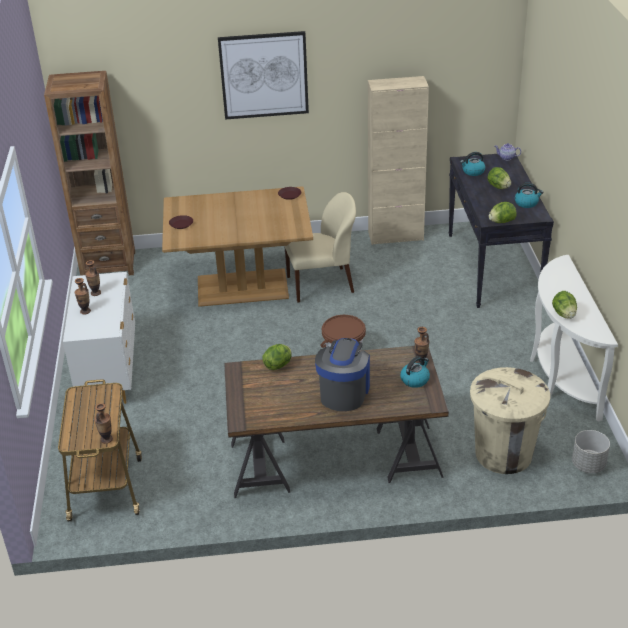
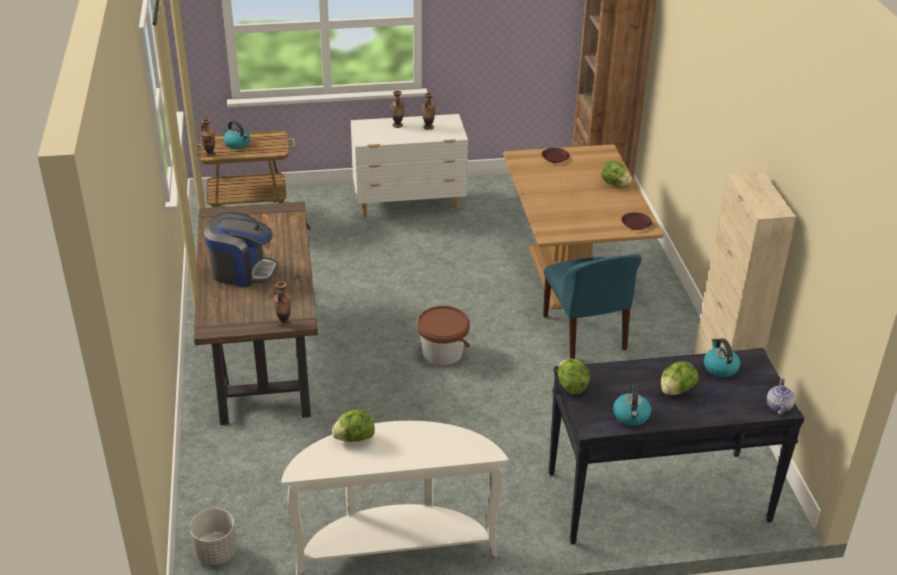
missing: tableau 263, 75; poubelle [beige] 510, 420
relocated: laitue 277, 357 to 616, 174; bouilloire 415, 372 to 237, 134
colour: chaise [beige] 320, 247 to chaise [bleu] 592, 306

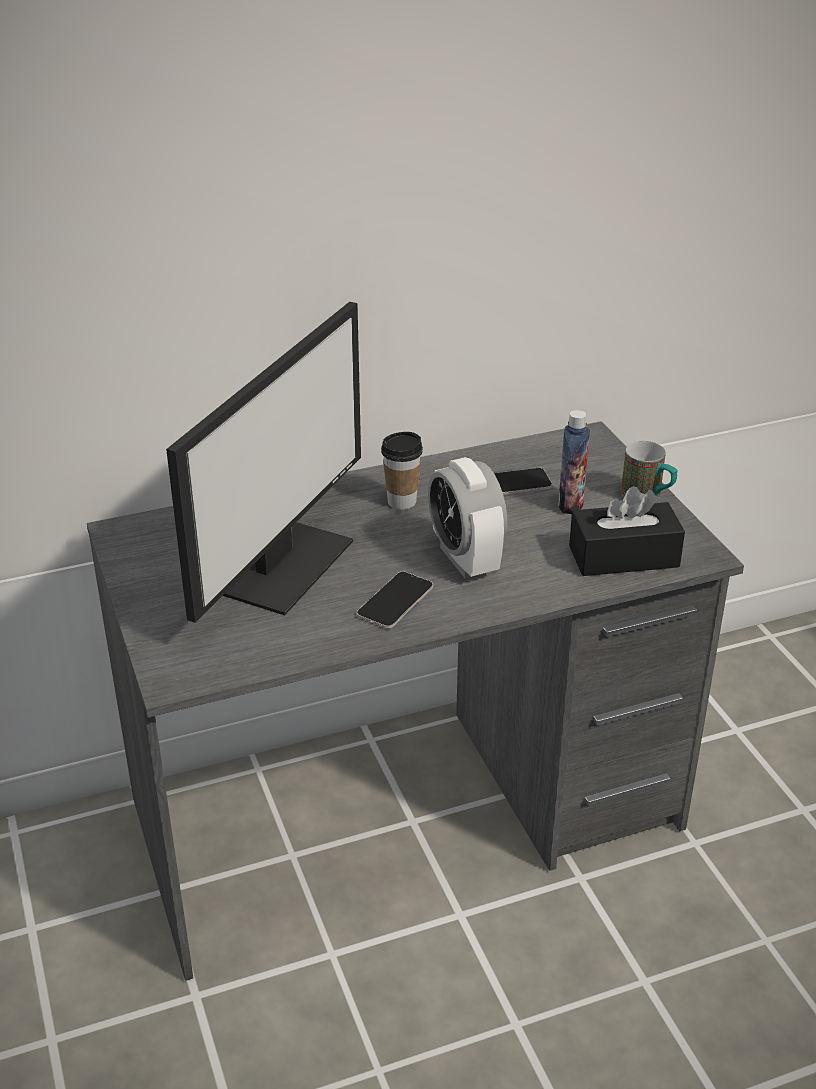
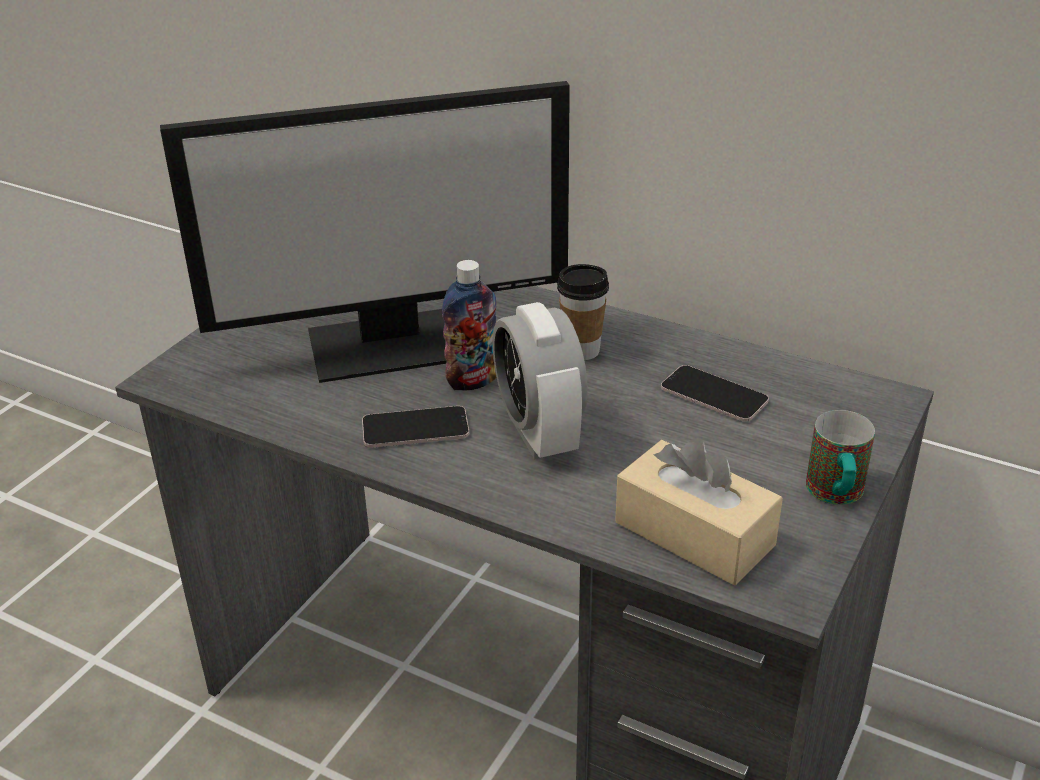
relocated: bouteille 574, 462 to 469, 325
colour: boîte à mouchoirs [noir] 627, 531 to boîte à mouchoirs [beige] 699, 511
spun: réveil 467, 518 = 540, 380 45 degrees counterclockwise

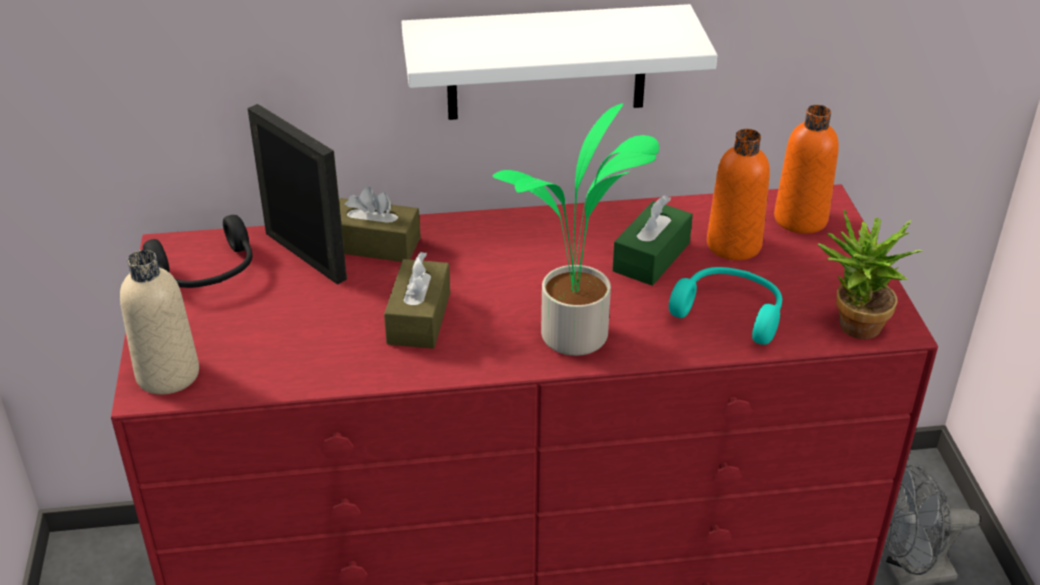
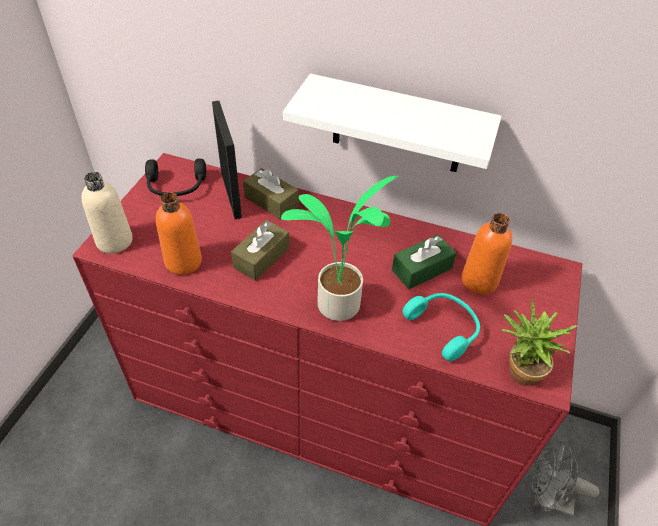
relocated: bouteille [orange] 806, 169 to 179, 234

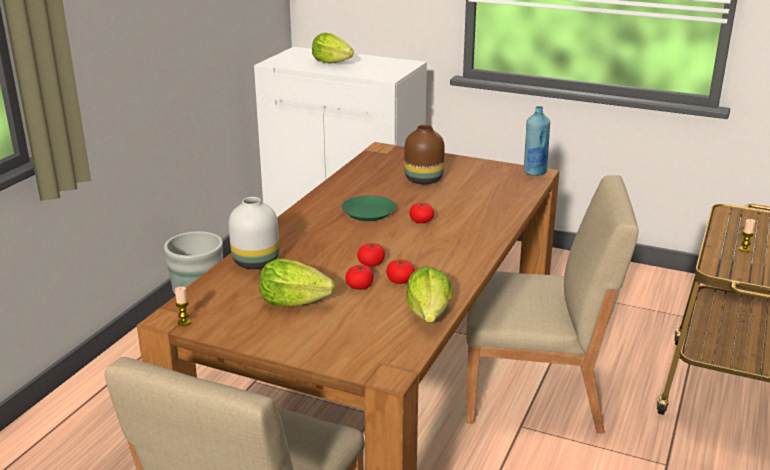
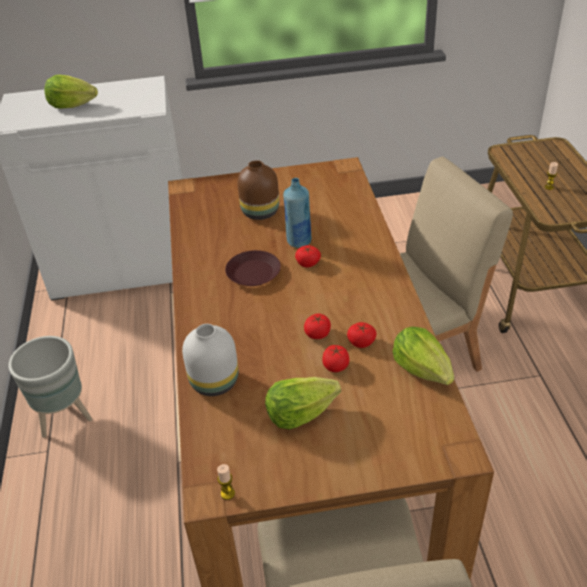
relocated: bouteille [bleu] 537, 141 to 297, 213
colour: assiette [vert] 368, 208 to assiette [marron] 253, 268

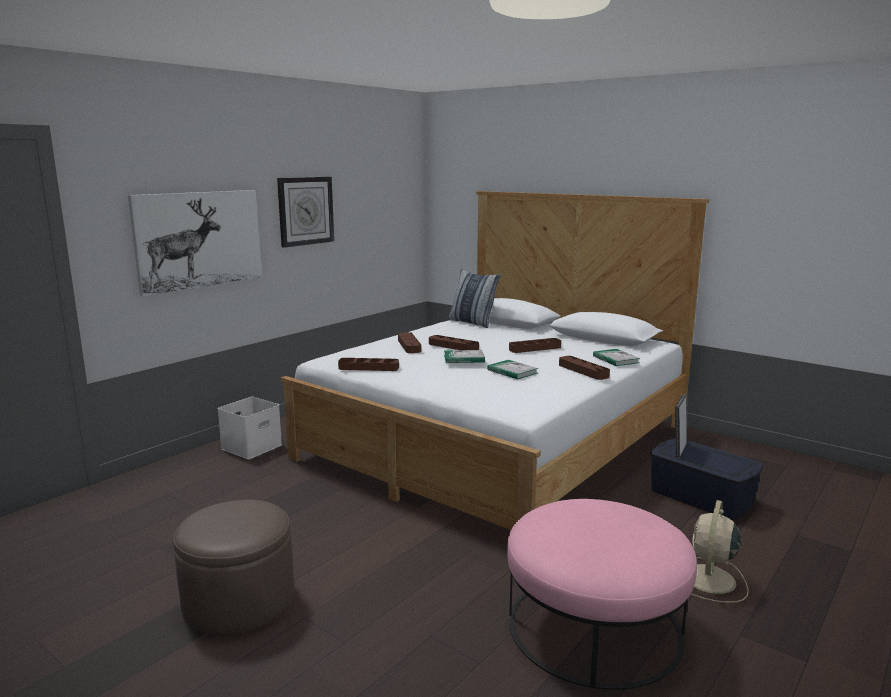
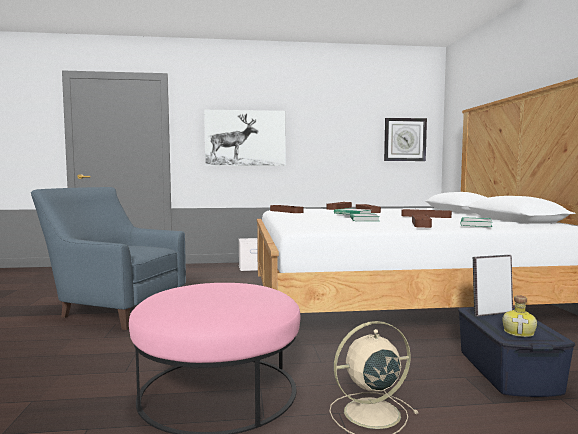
missing: coussin 474, 298
appeared: bouteille 519, 316
relocated: horloge murale 305, 212 to 405, 139
exchanged: pouf [marron] 233, 567 to fauteuil [bleu] 108, 258

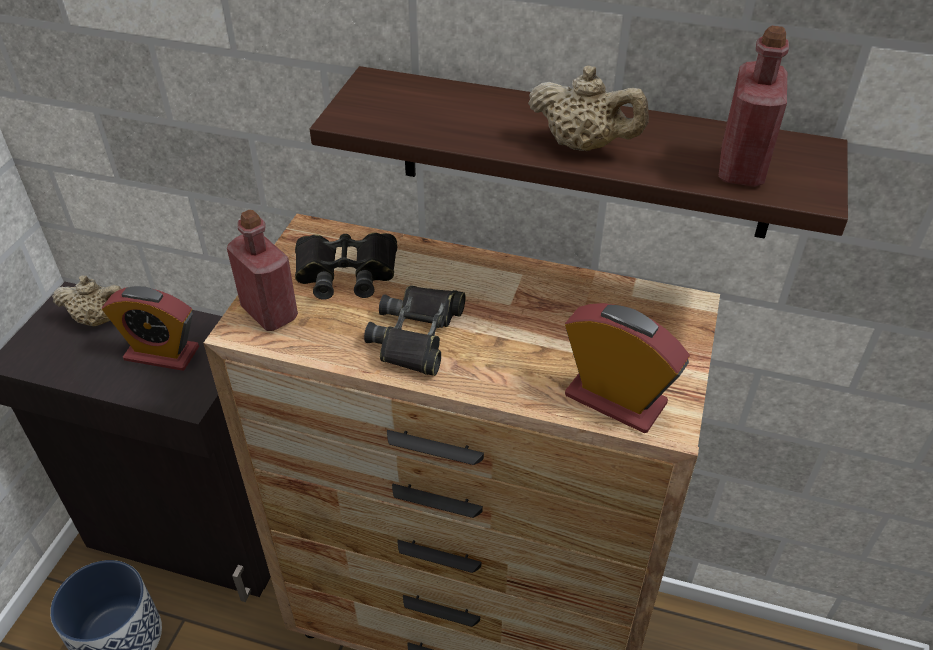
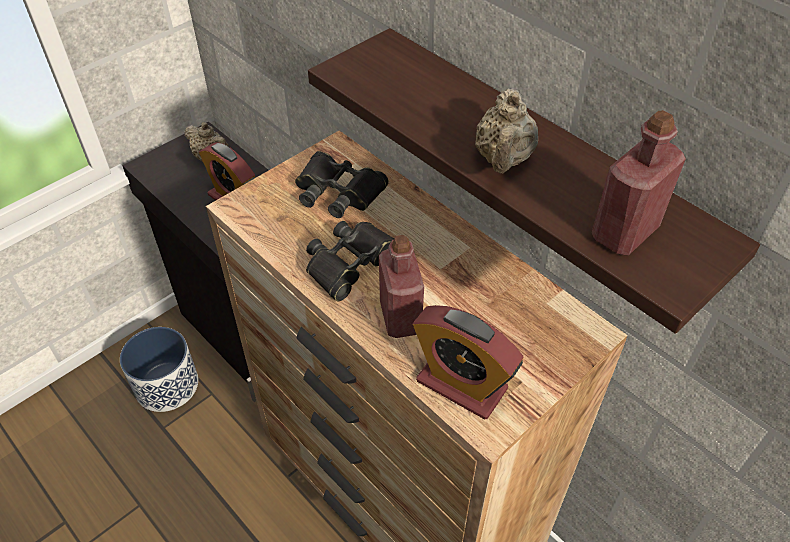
relocated: bouteille [rouge] 262, 270 to 401, 286
spun: théière [beige] 588, 108 = 506, 130 45 degrees clockwise; réveil 627, 368 = 468, 362 150 degrees clockwise

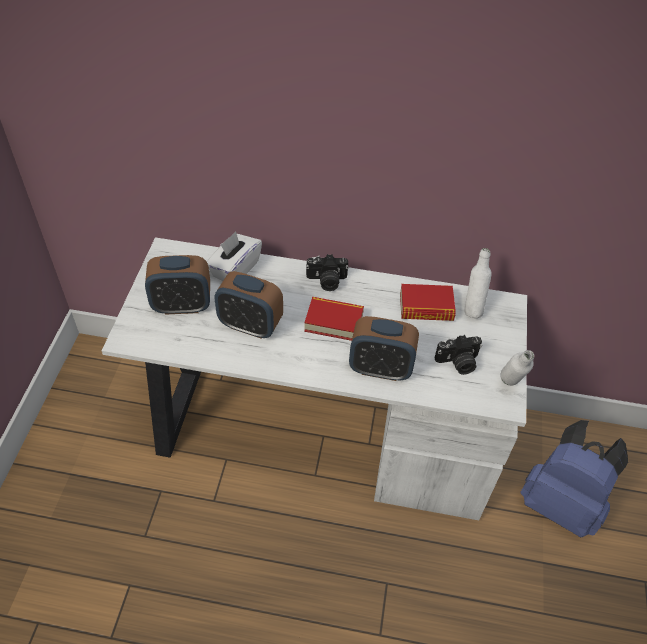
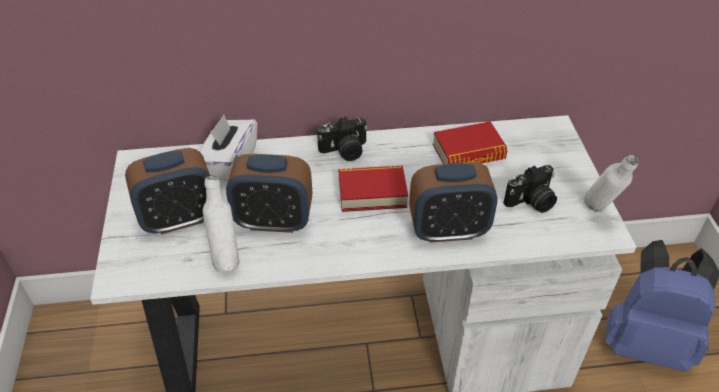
relocated: bouteille [blanc] 477, 283 to 221, 223

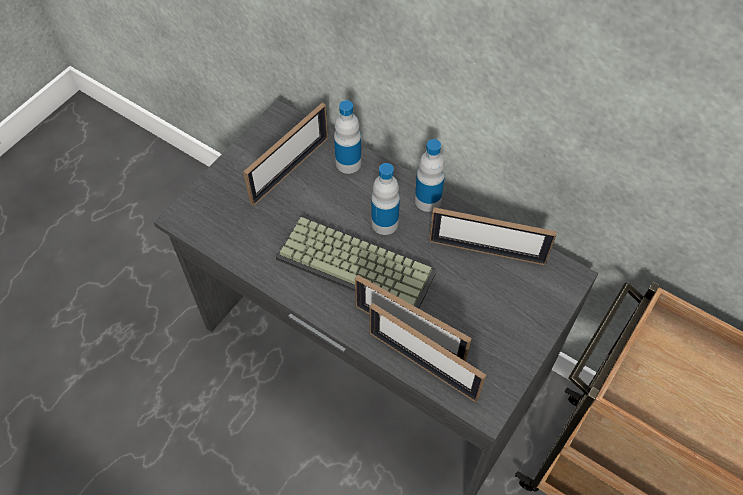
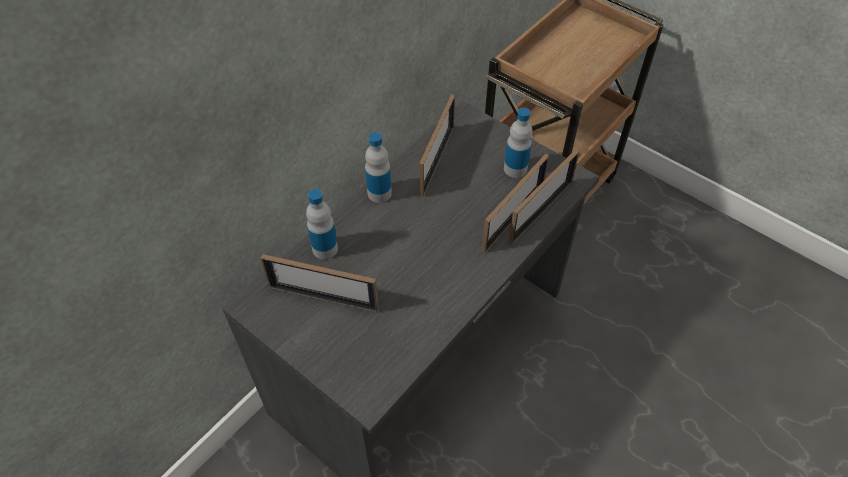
missing: clavier 356, 263
relocated: bouteille 385, 199 to 518, 142
spun: cadre photo 285, 154 = 319, 283 150 degrees clockwise

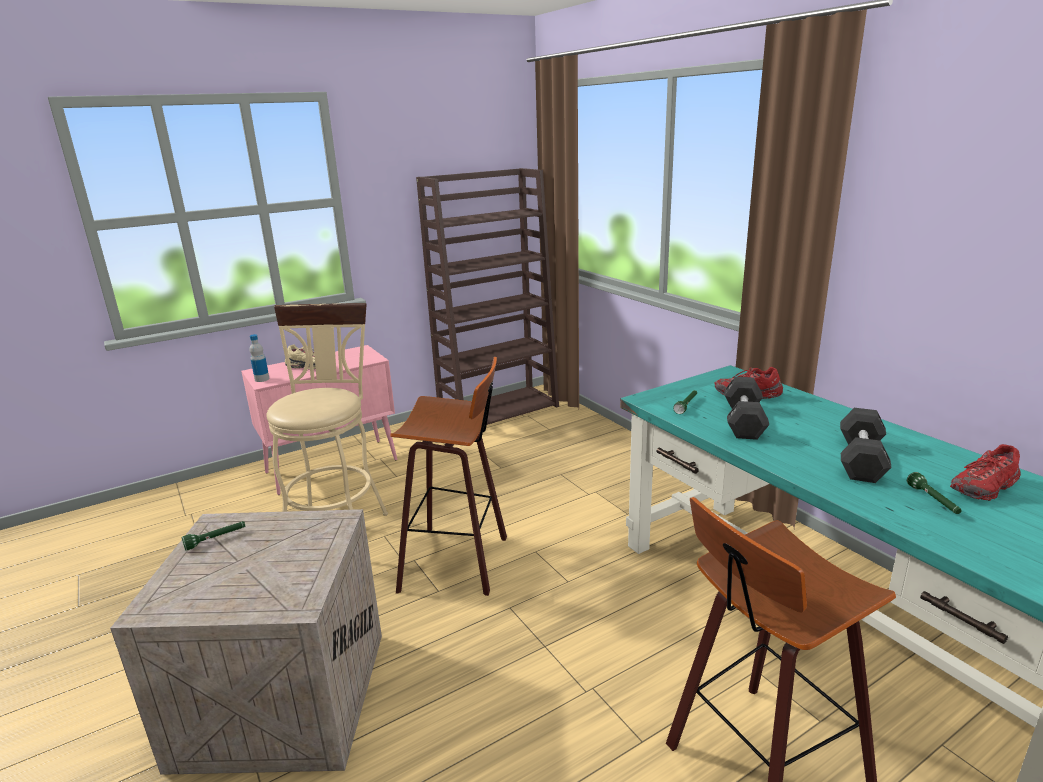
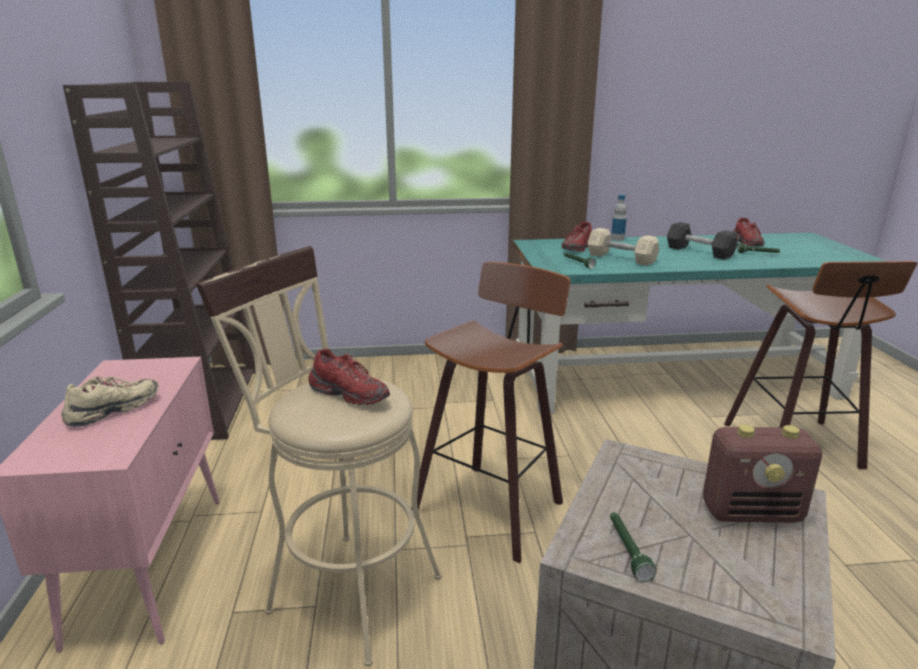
appeared: chaussure [rouge] 349, 377; radio 762, 474
relocated: bouteille 260, 358 to 619, 217
colour: haltère [noir] 746, 408 to haltère [beige] 623, 247

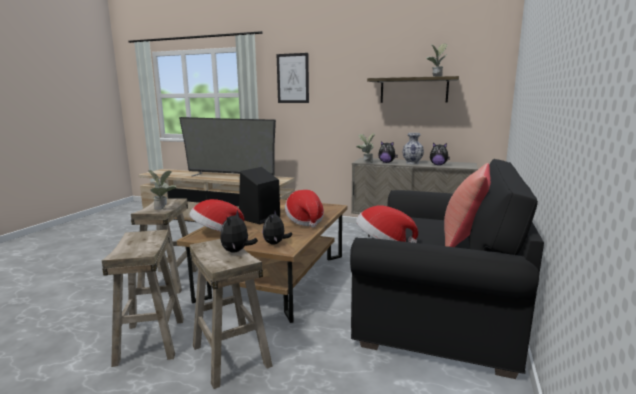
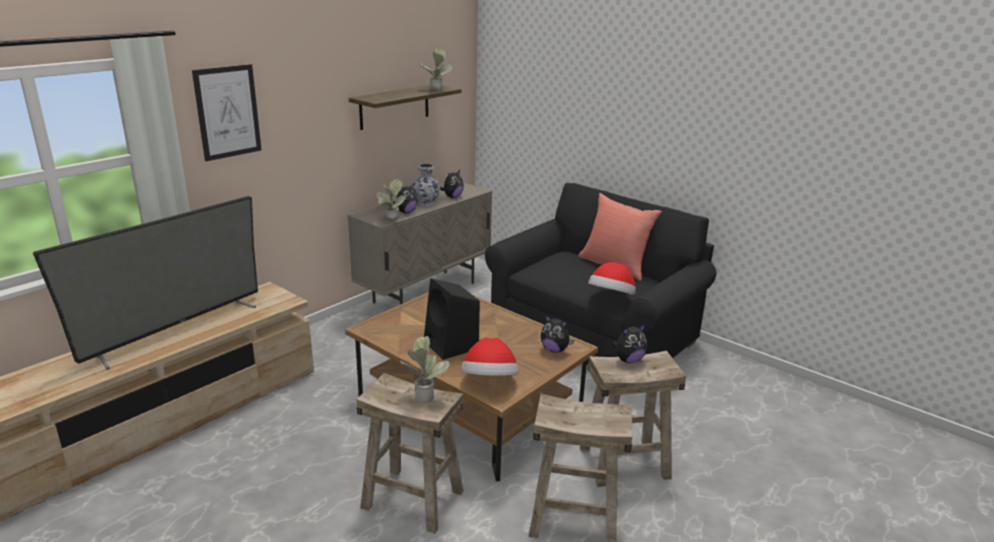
missing: chapeau 304, 208
spun: peluche 239, 231 = 629, 344 60 degrees counterclockwise

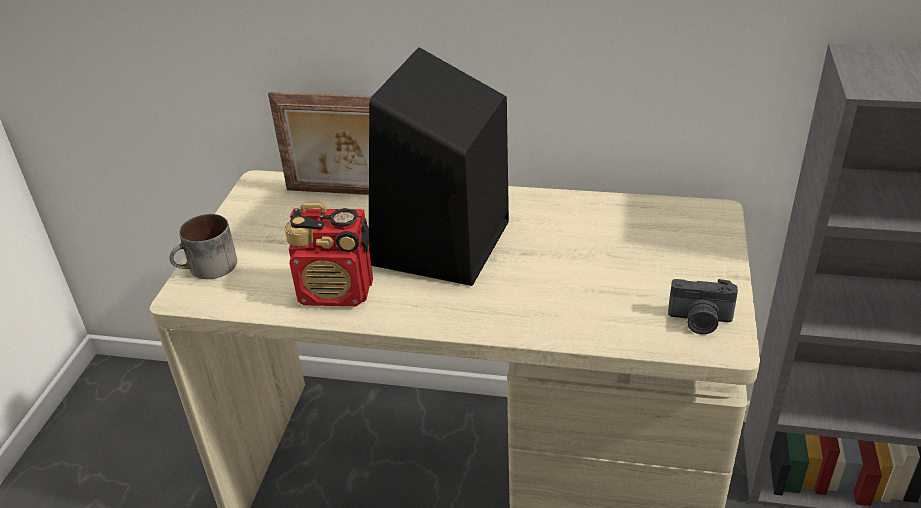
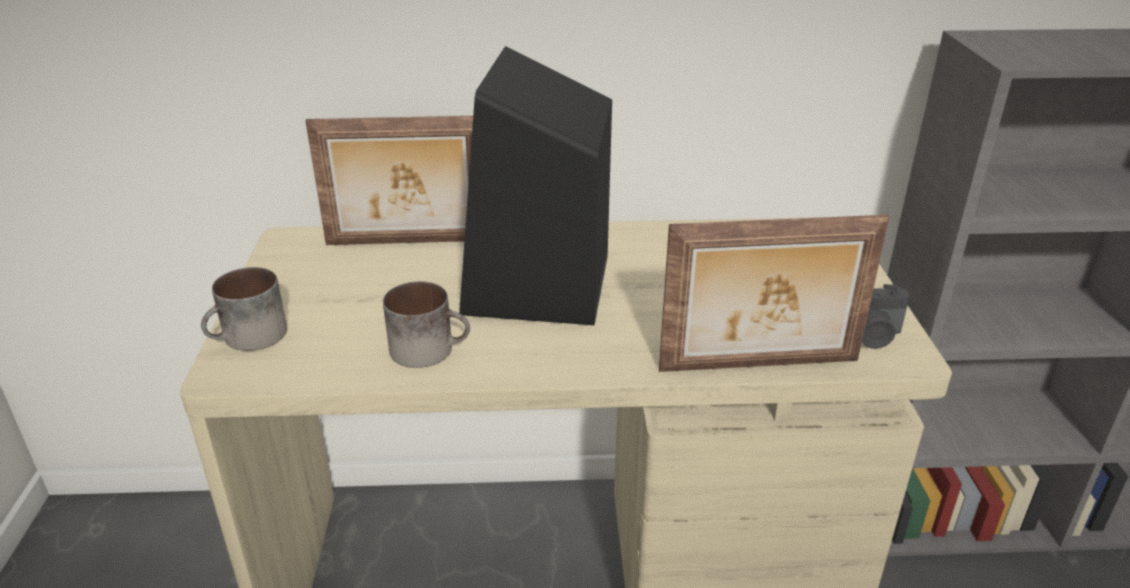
appeared: cadre photo 774, 293
exchanged: radio 329, 254 to mug 426, 324

